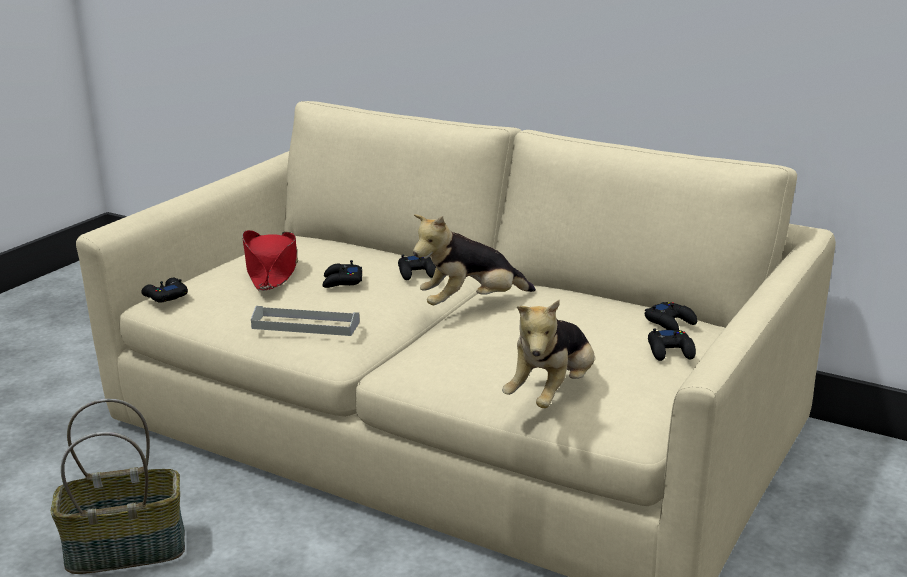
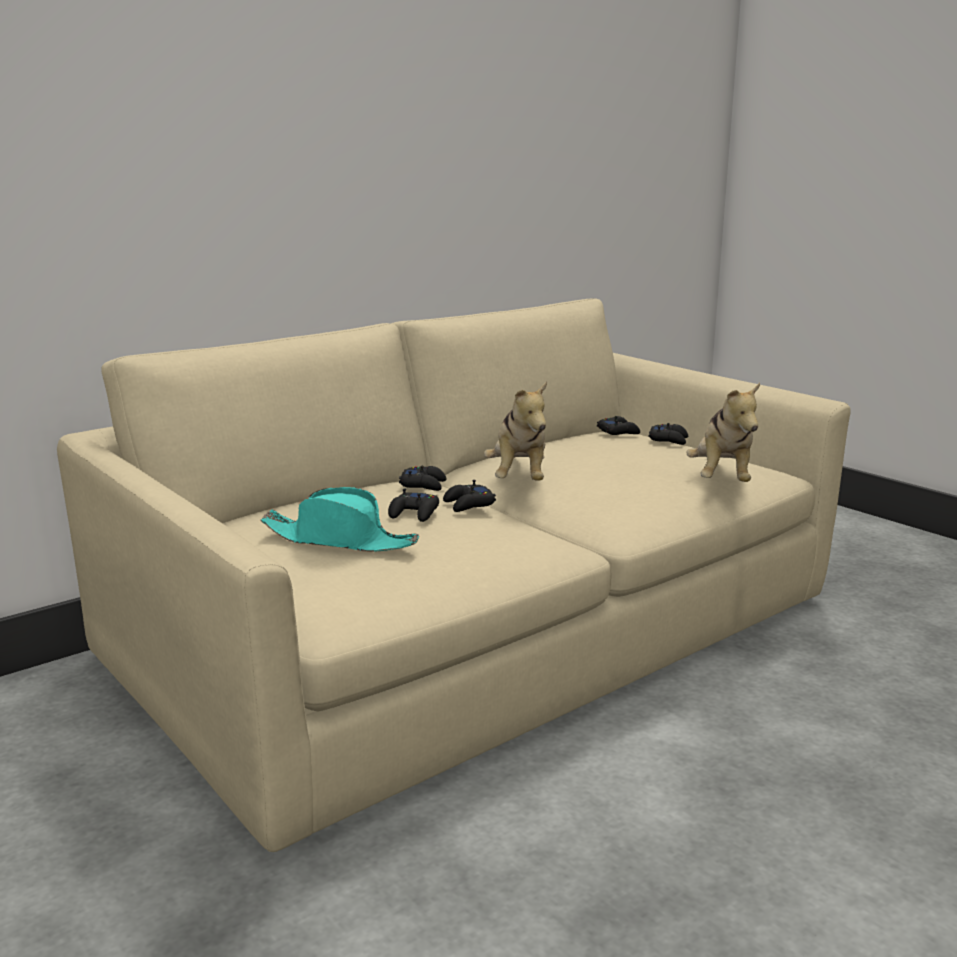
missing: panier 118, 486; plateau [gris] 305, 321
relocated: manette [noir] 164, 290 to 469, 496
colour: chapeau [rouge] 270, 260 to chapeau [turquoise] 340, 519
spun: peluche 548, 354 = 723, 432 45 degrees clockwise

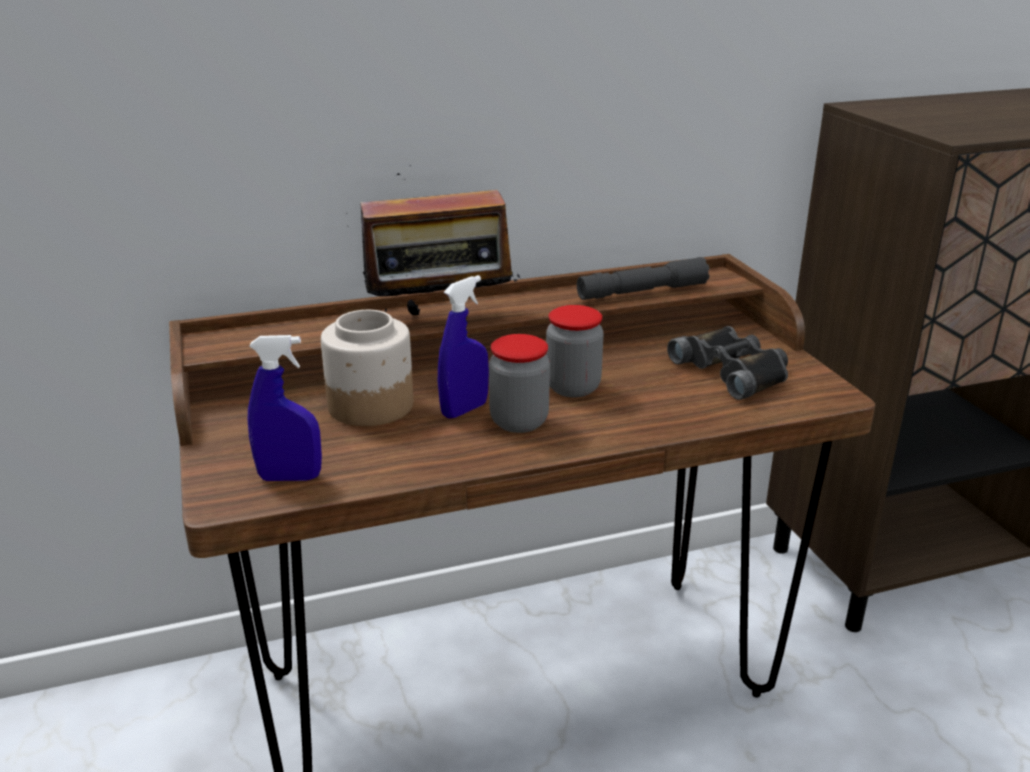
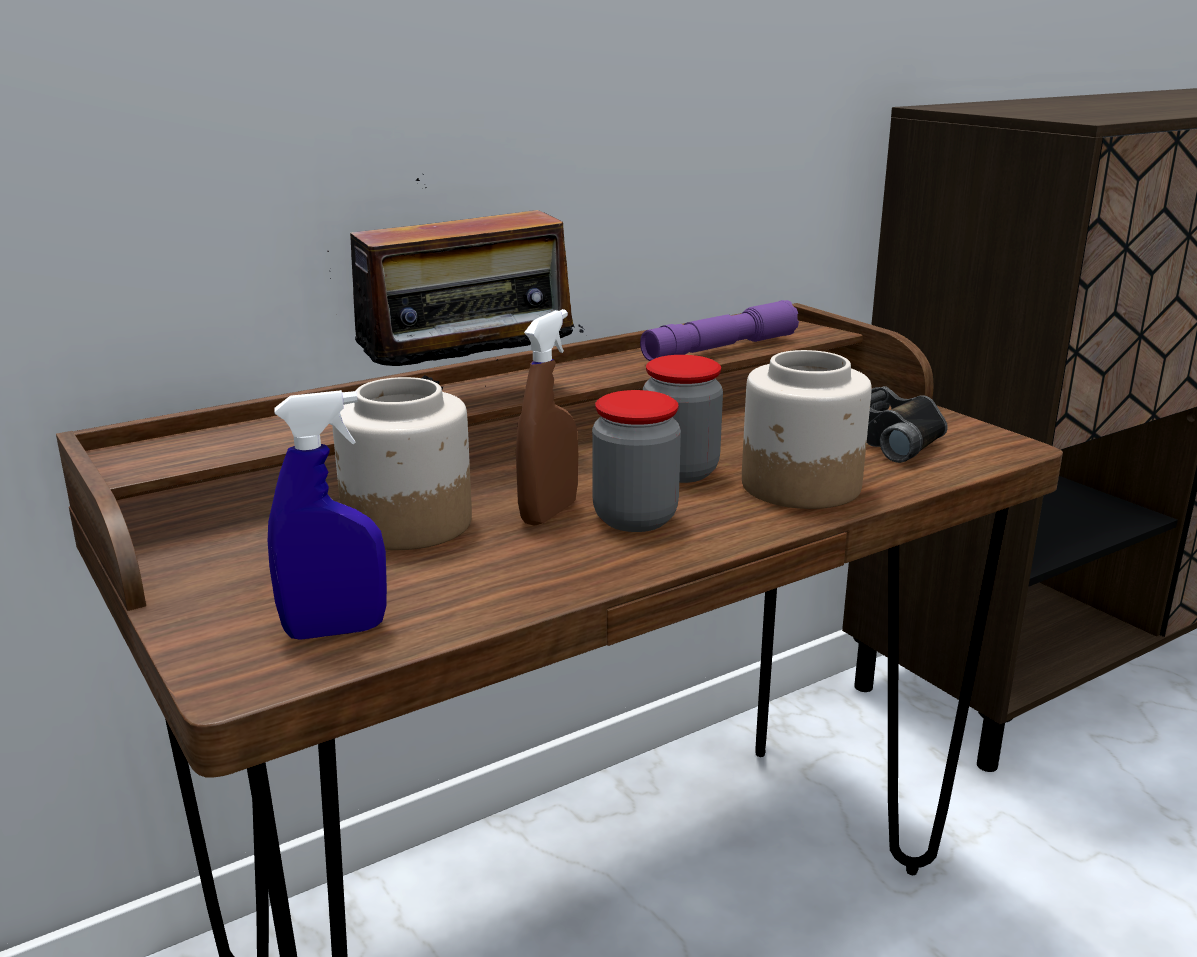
appeared: bocal 807, 429
colour: vaporisateur [bleu] 463, 347 to vaporisateur [marron] 547, 417; lampe de poche [gris] 643, 278 to lampe de poche [violet] 719, 330

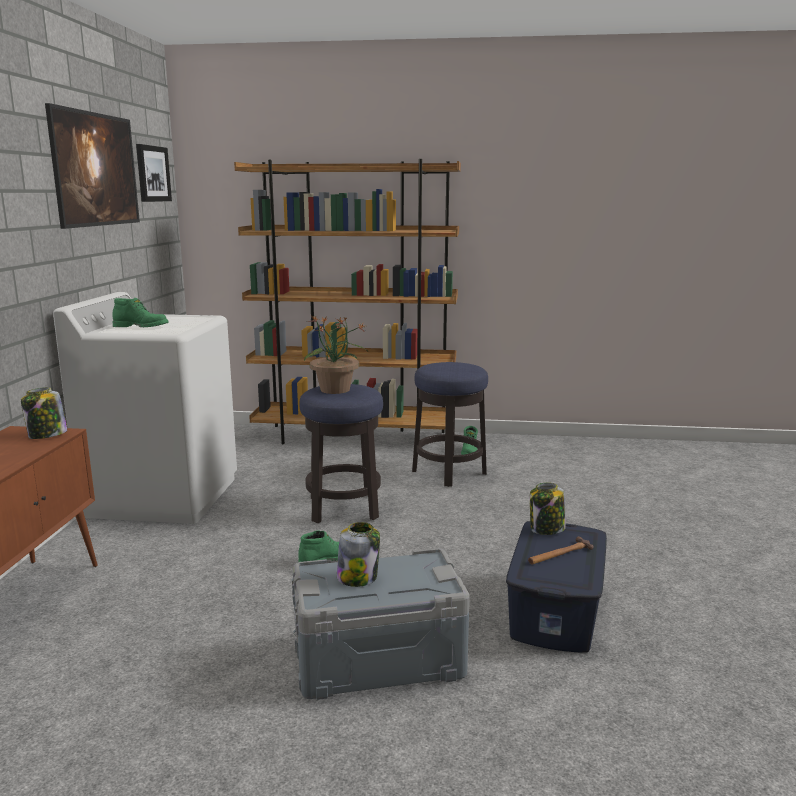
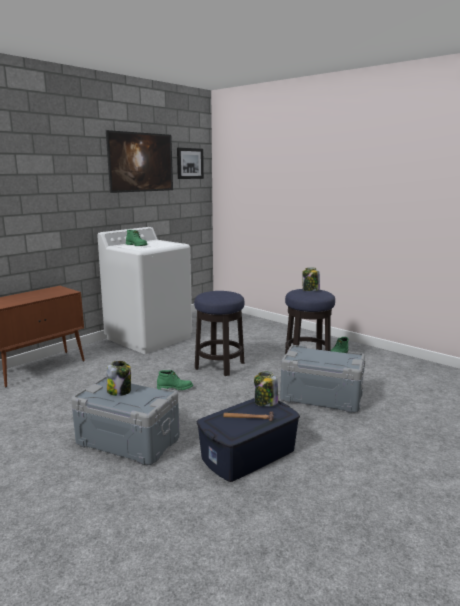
missing: bibliothèque [marron] 347, 301; plante en pot 336, 354
appeared: boîte de rangement [gris] 322, 379
relocated: bocal 44, 413 to 311, 279

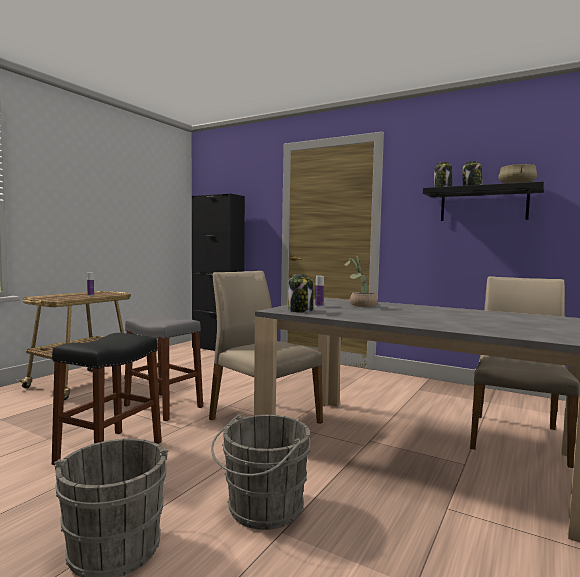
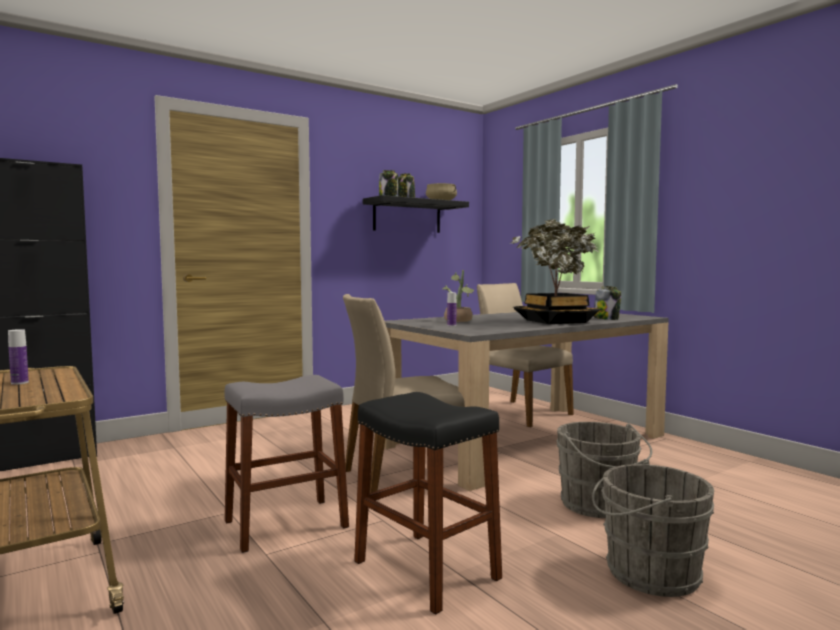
appeared: plante en pot 556, 271
relocated: bocal 300, 293 to 607, 303

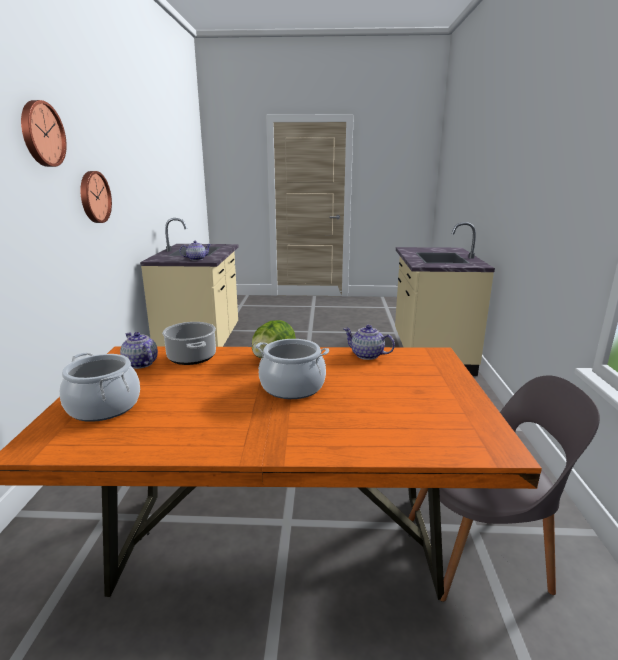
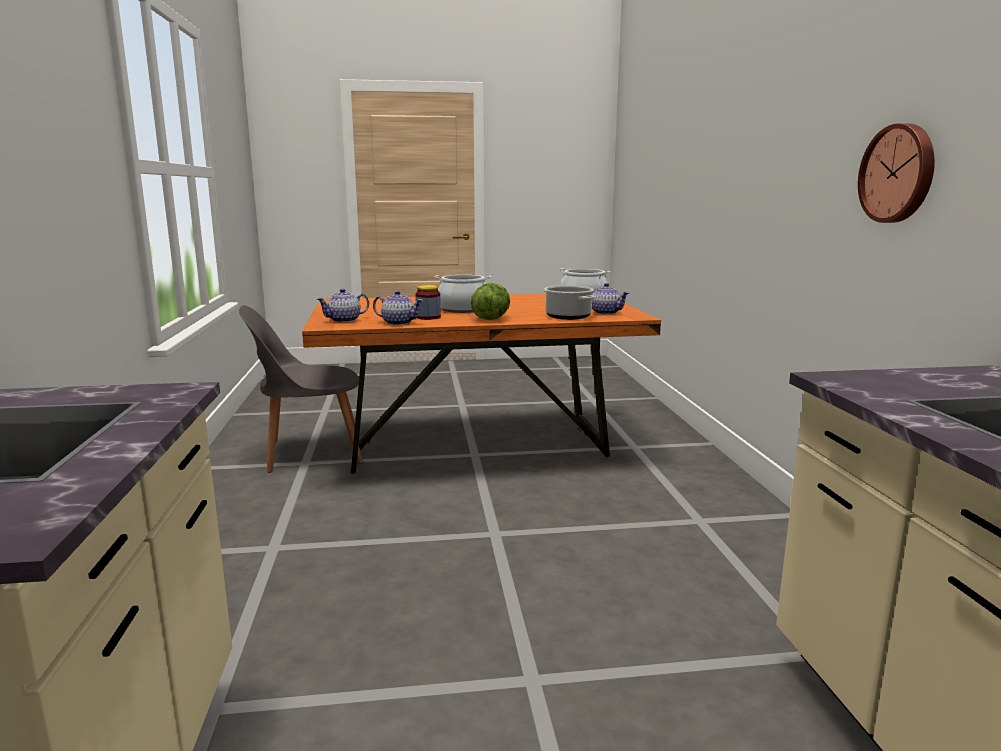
missing: horloge murale 44, 133
appeared: bocal 428, 302
relocated: théière 195, 250 to 343, 306

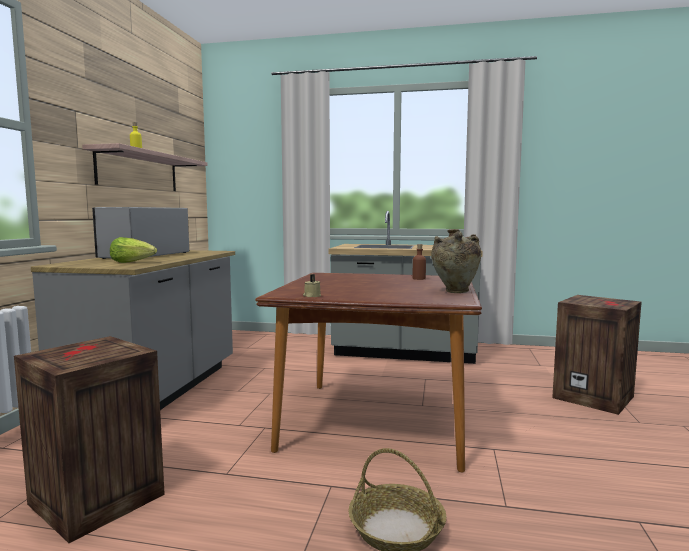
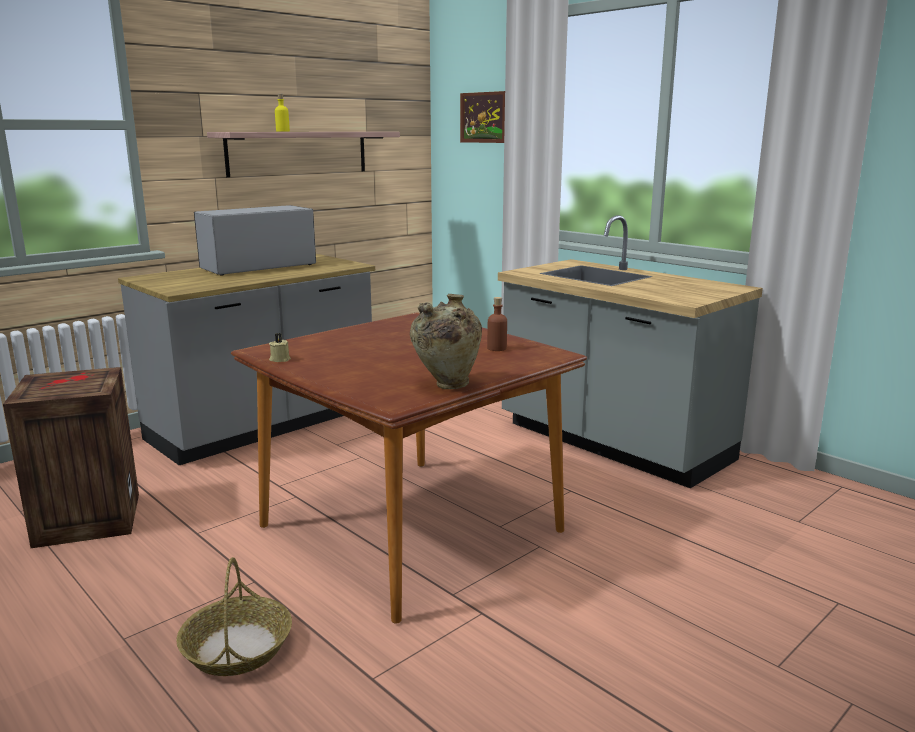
missing: laitue 133, 250; caisse 597, 355
appeared: tableau 482, 117

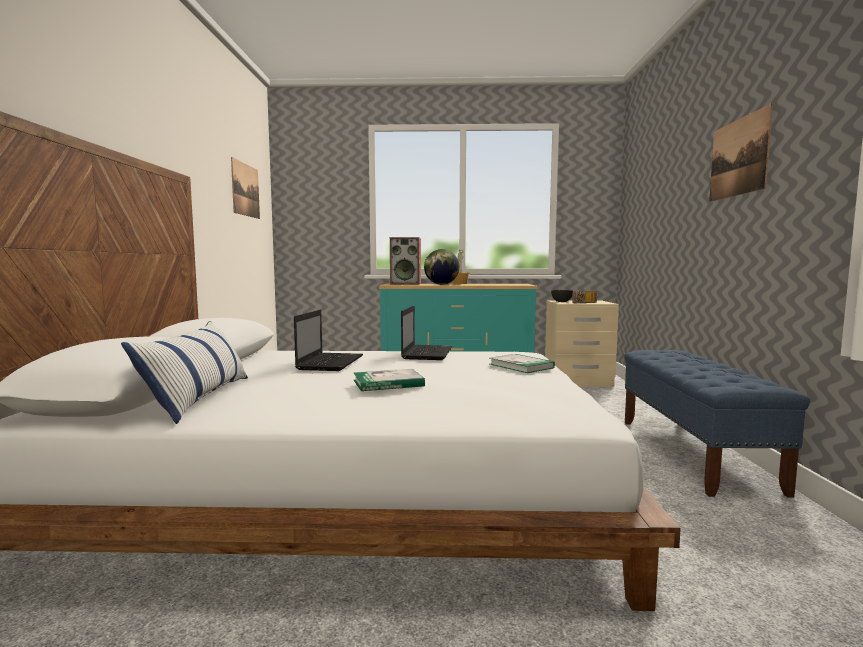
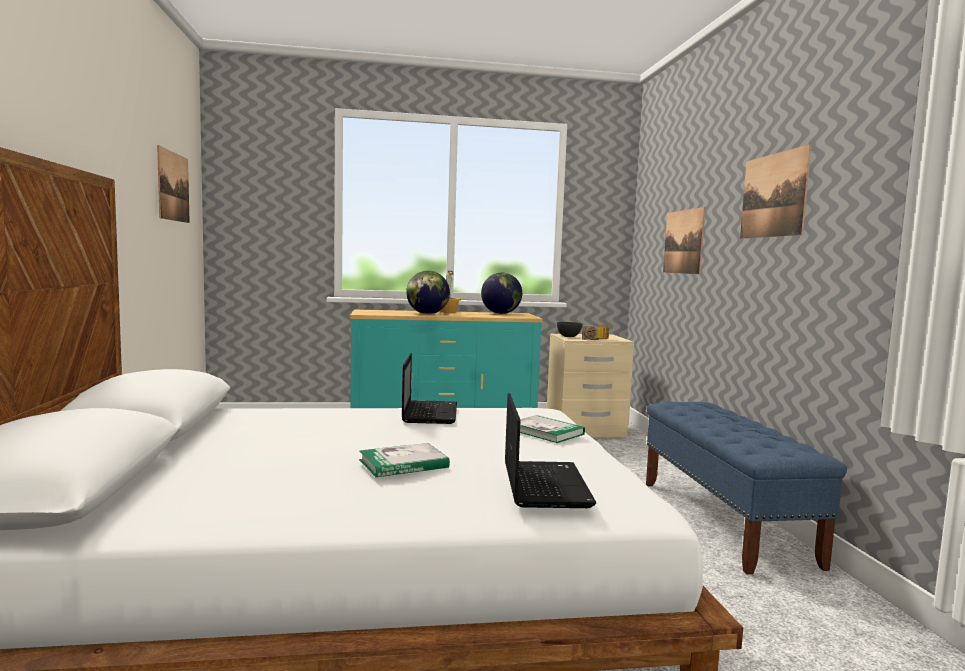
missing: coussin 184, 372; enceinte 405, 261
appeared: globe 501, 293; tableau 684, 240
relocated: ordinateur portable 328, 340 to 550, 450

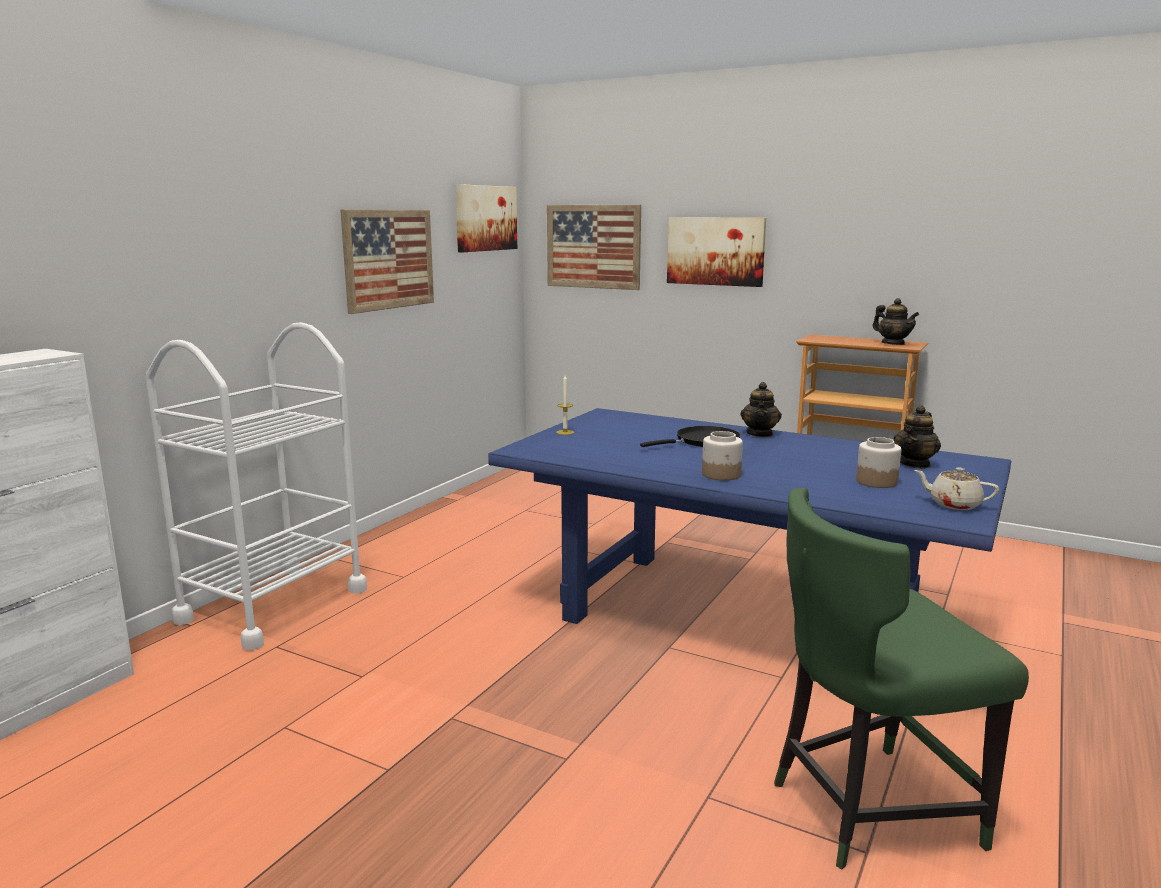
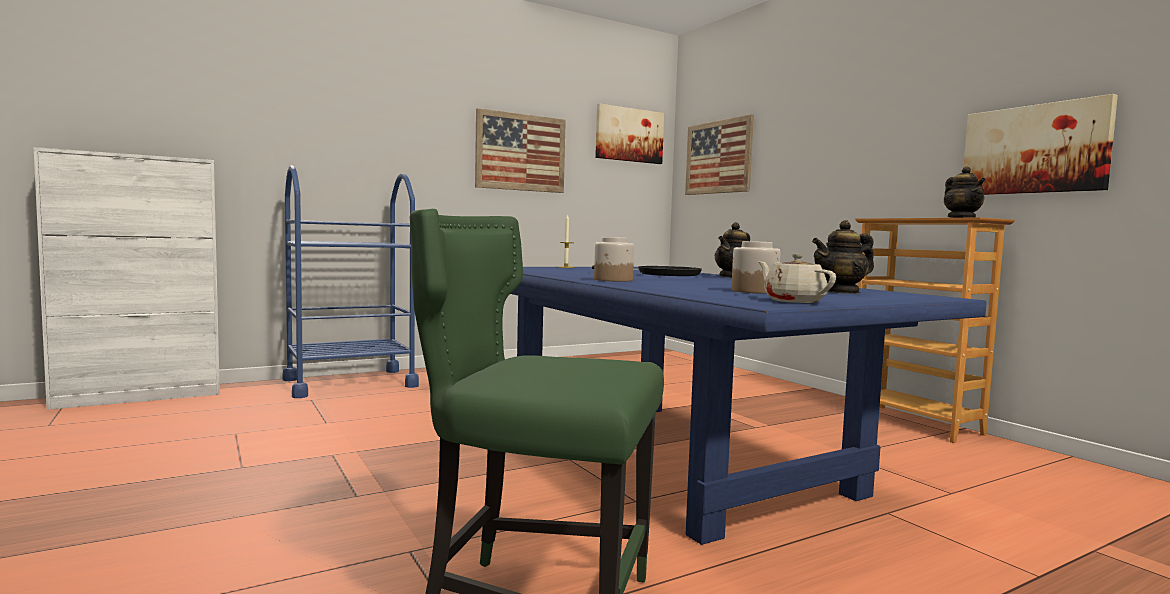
relocated: tableau 716, 252 to 1040, 144
colour: chariot [blanc] 256, 486 to chariot [bleu] 351, 281

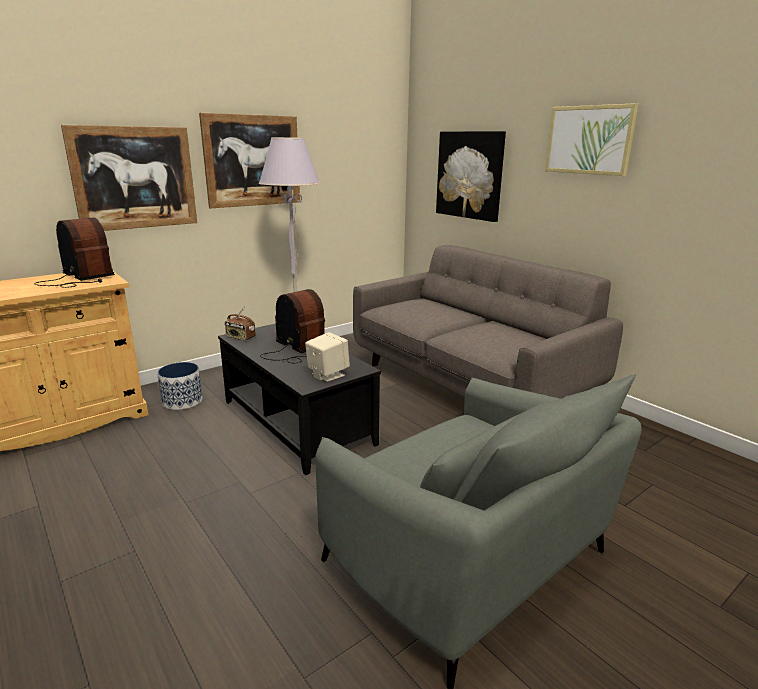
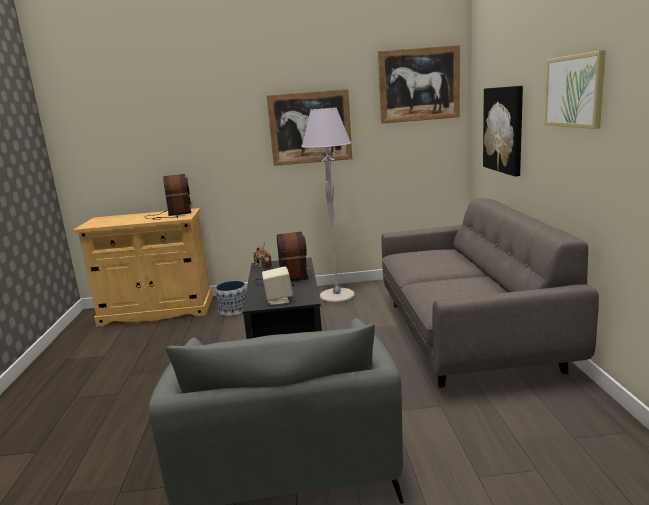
relocated: tableau 129, 178 to 419, 84

